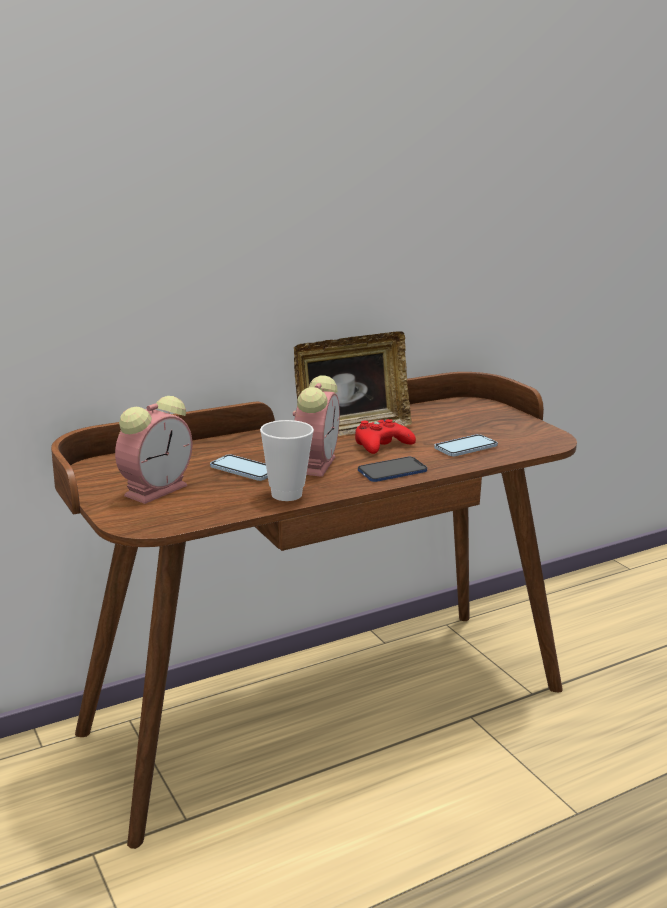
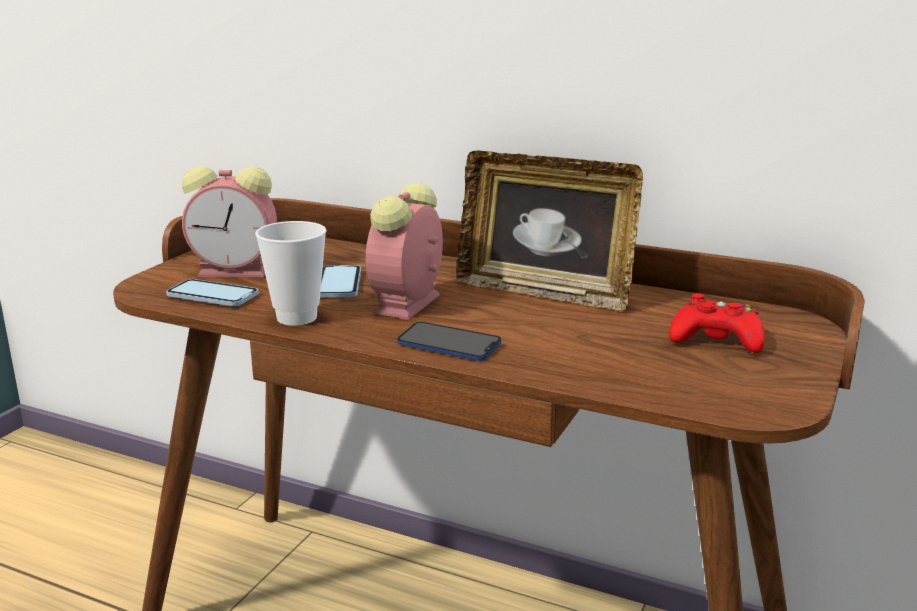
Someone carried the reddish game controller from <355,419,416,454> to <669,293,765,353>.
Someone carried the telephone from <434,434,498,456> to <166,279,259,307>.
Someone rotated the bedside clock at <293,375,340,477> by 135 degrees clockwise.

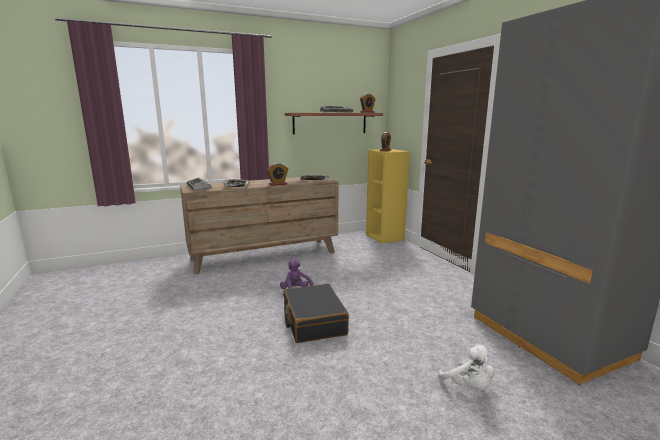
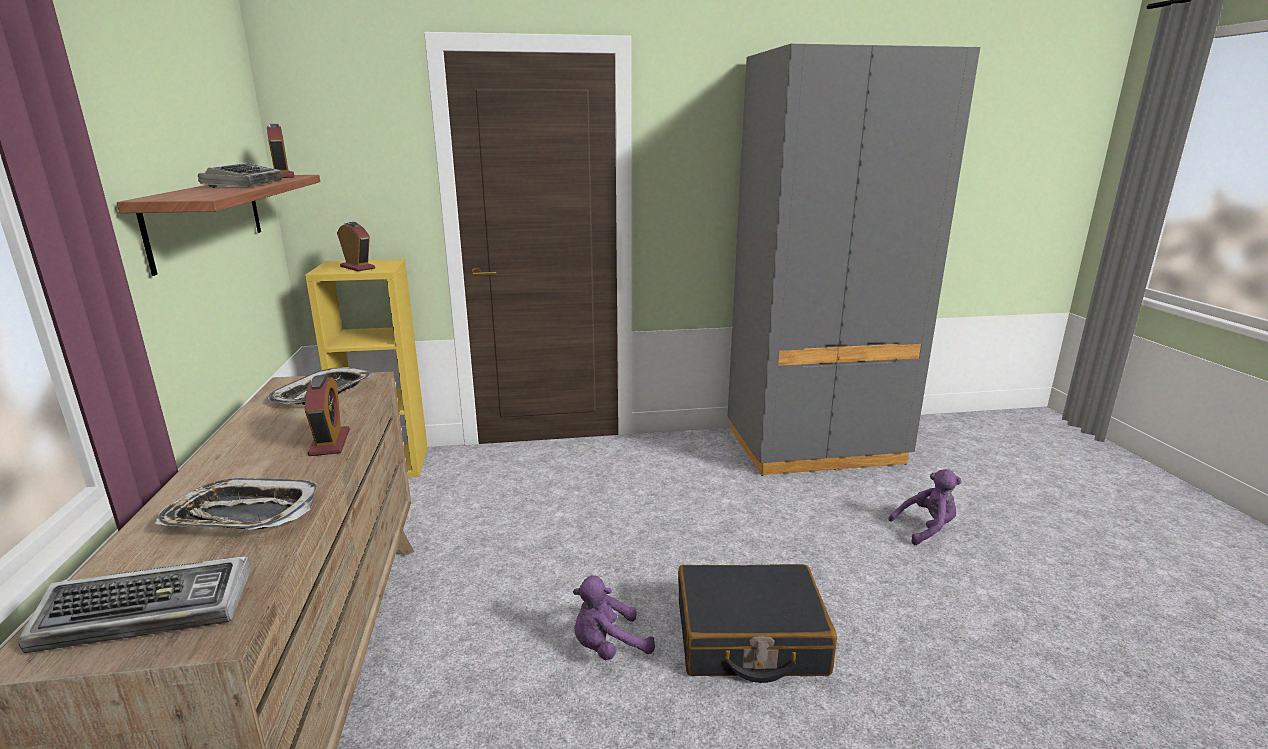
Someone repainted the white plush toy at <438,344,495,390>, which became the purplish plush toy at <888,469,962,545>.

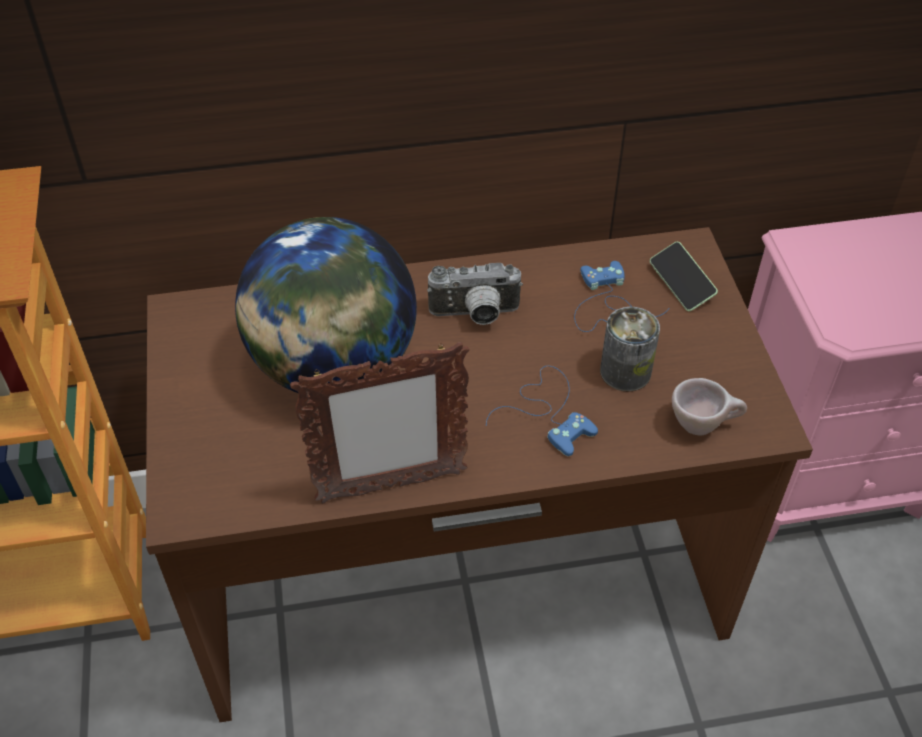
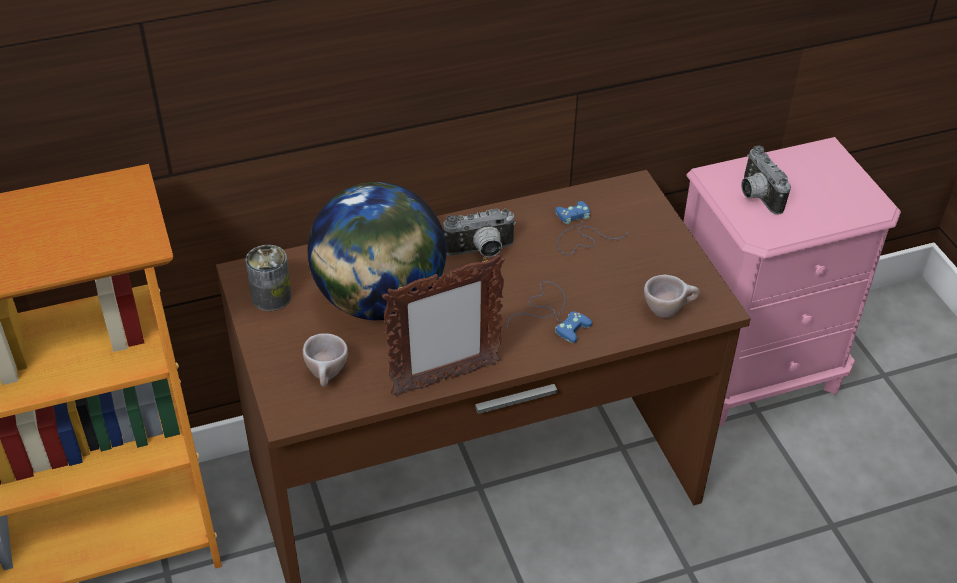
Someone took away the telephone at <650,242,718,311>.
Someone put down the beige drinking cup at <303,334,348,387>.
Someone put down the photo camera at <741,145,791,215>.
Someone carried the metal can from <600,307,660,392> to <246,245,292,311>.

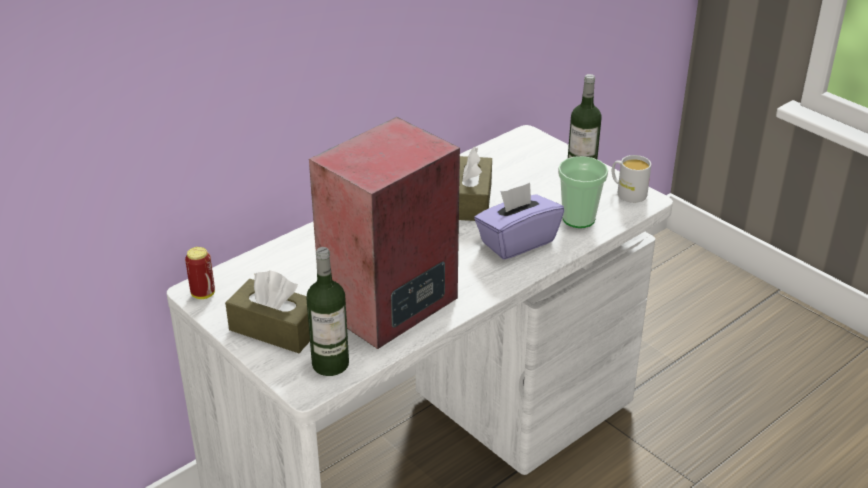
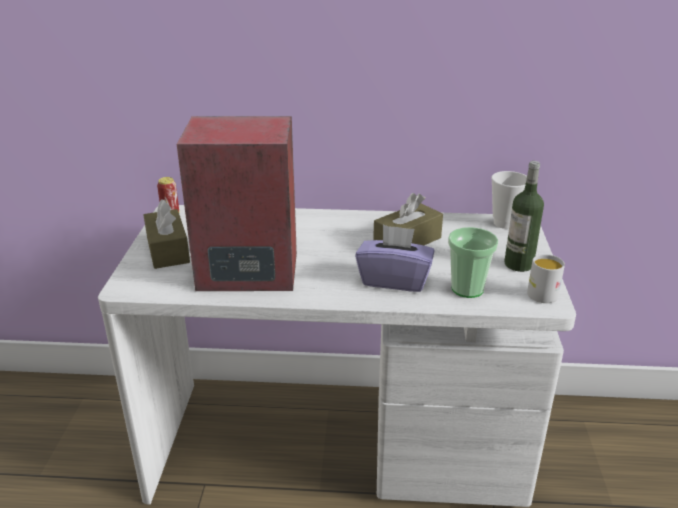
Someone took away the beverage bottle at <306,247,349,376>.
Someone put down the drinking cup at <491,171,527,229>.

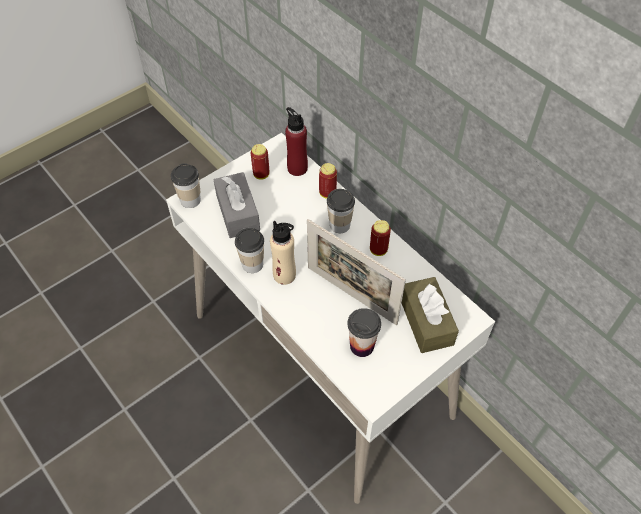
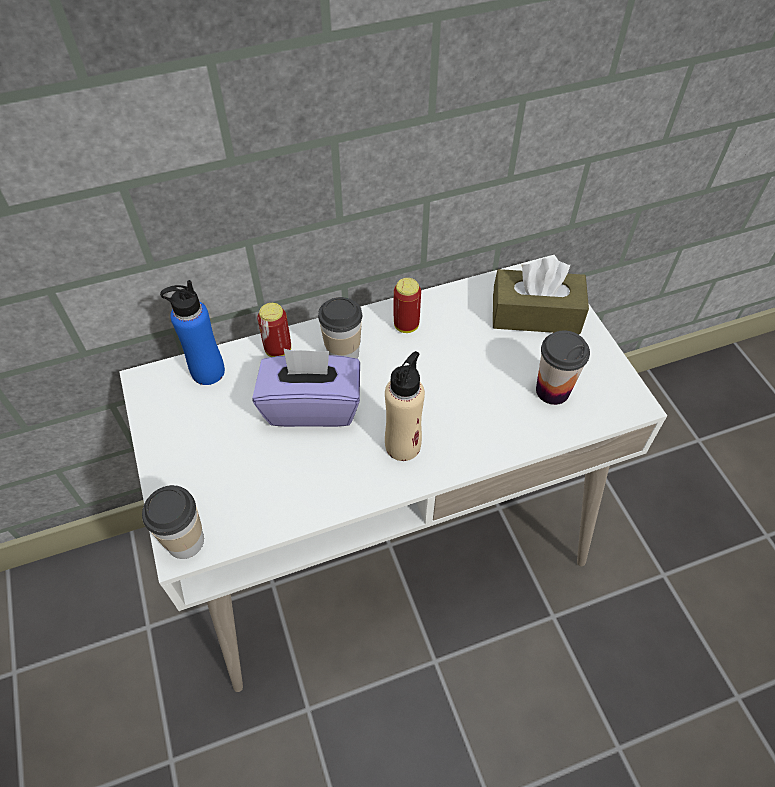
Someone took away the grey box of tissues at <214,172,260,238>.
Someone took away the drinking cup at <235,228,264,273>.
Someone took away the metal can at <251,144,270,180>.
Someone took away the photo frame at <307,219,406,325>.
Someone put down the purplish box of tissues at <252,349,360,427>.
Someone repainted the reddish beverage bottle at <285,107,308,176>, which became the blue-coloured beverage bottle at <160,280,225,385>.

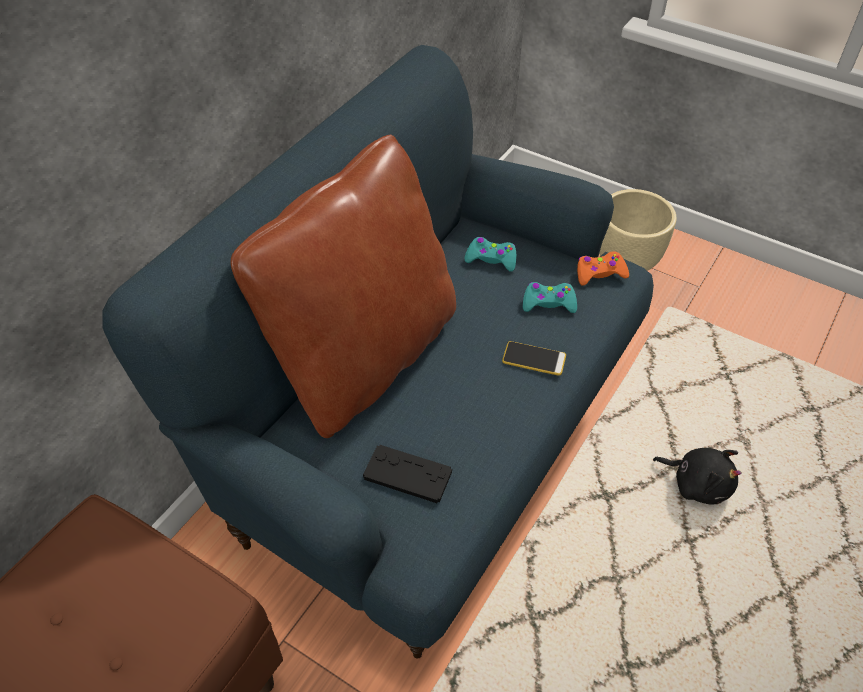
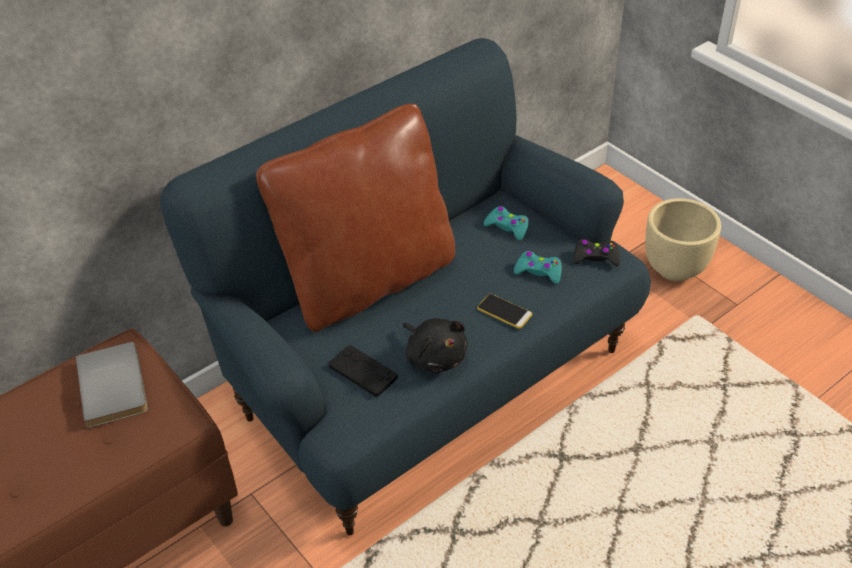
Someone put down the grey volume at <76,342,148,428>.
Someone carried the blackish plush toy from <653,448,742,504> to <403,318,468,373>.
Someone repainted the orange game controller at <577,251,629,286>, which became the blackish game controller at <573,239,620,266>.

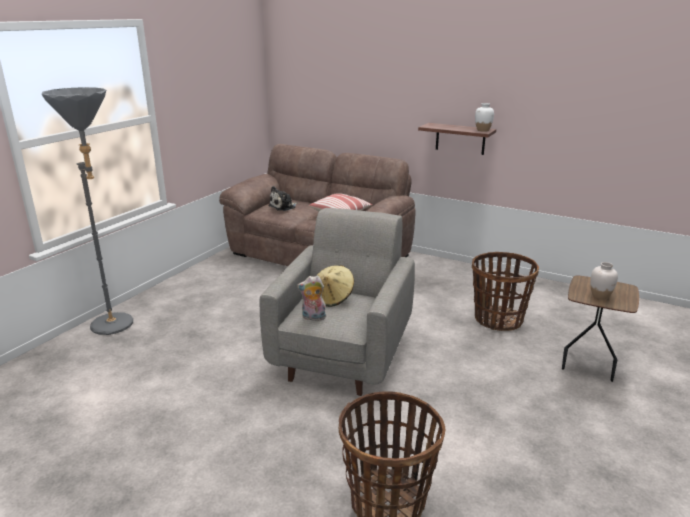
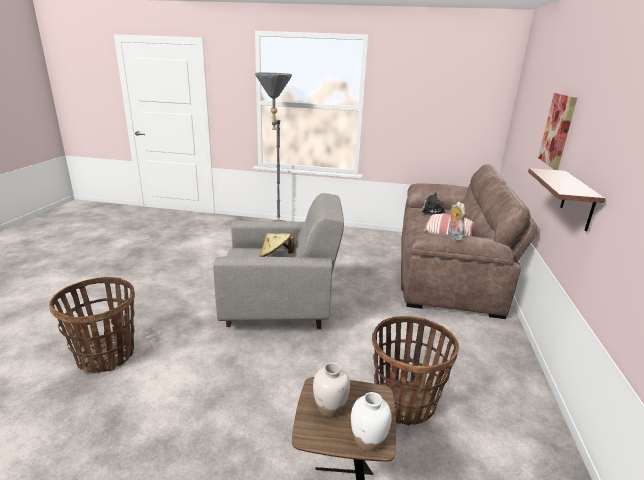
Someone put up the picture at <538,93,577,170>.
Someone carried the plush toy from <297,276,326,321> to <448,202,466,241>.
Someone carried the white vase from <475,103,494,132> to <351,392,392,452>.

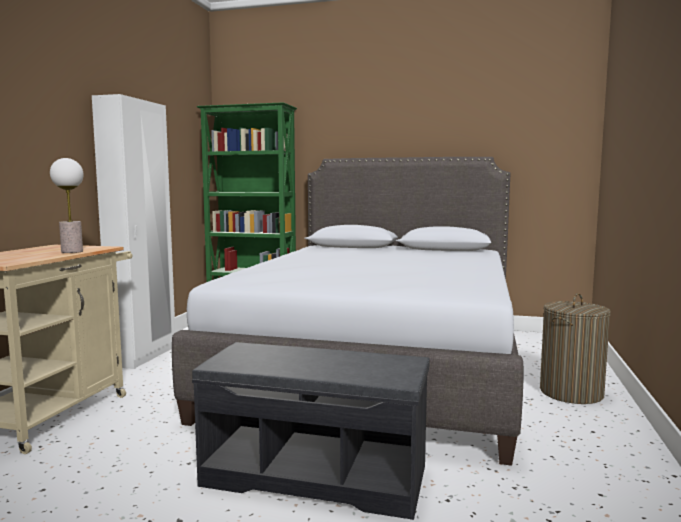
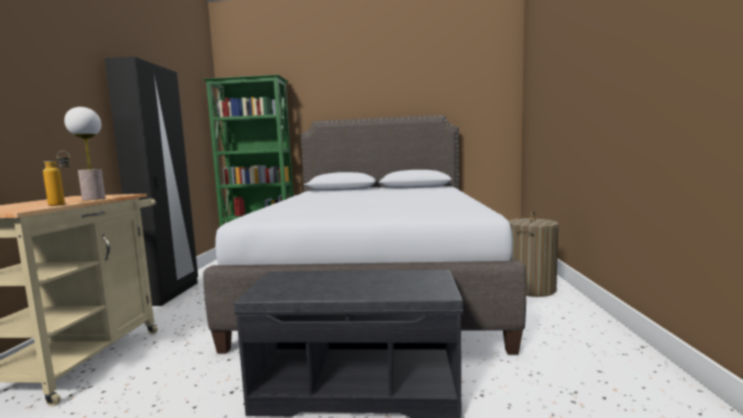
Someone put down the beverage bottle at <43,151,70,206>.
Someone repainted the white wardrobe at <92,94,176,369>, which became the blackish wardrobe at <105,56,198,306>.

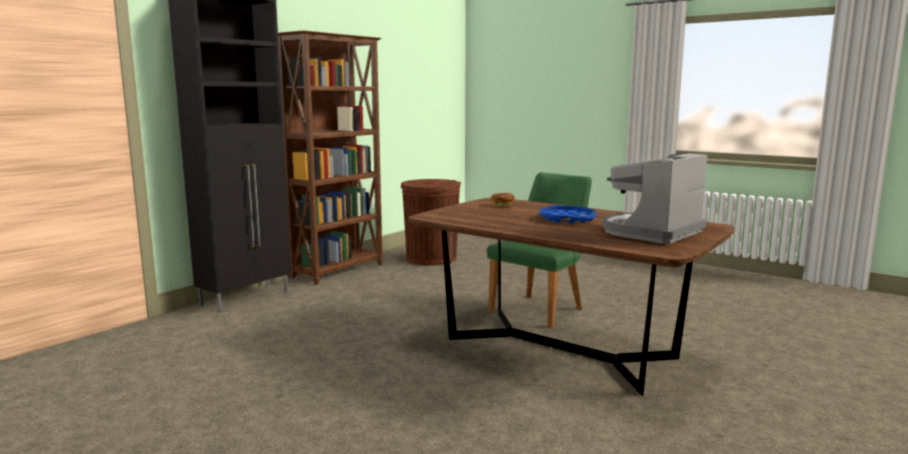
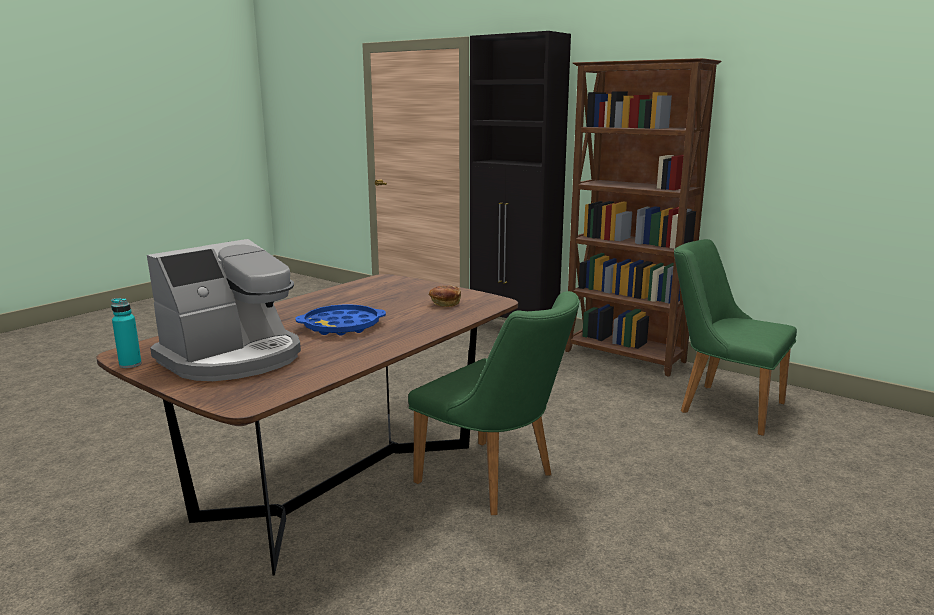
Someone put down the blue-green beverage bottle at <111,298,142,368>.
Someone swapped the brown waste bin at <401,179,461,266> for the greenish chair at <674,239,797,436>.
Someone rotated the coffee machine at <602,152,708,244> by 90 degrees clockwise.

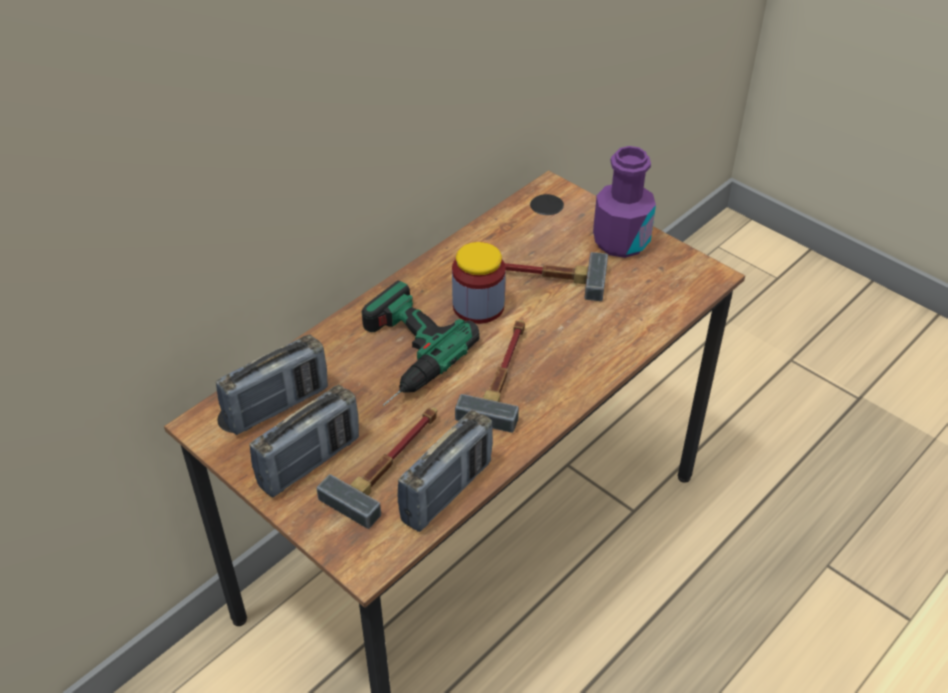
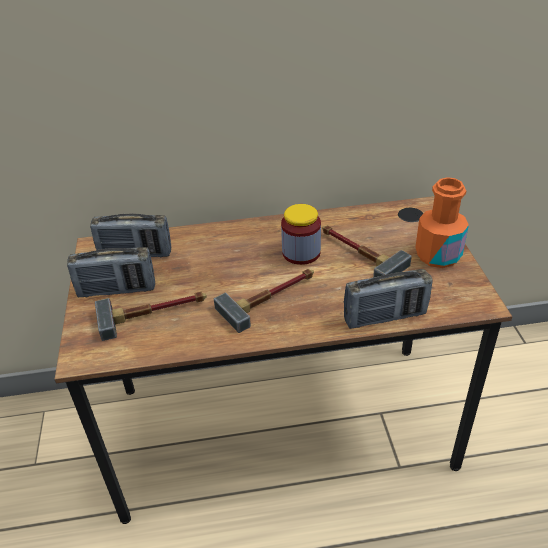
Someone took away the power drill at <362,280,480,406>.
Someone carried the radio from <397,410,493,532> to <344,269,433,329>.
Someone repainted the purplish beverage bottle at <593,146,656,258>, which became the orange beverage bottle at <415,177,469,268>.

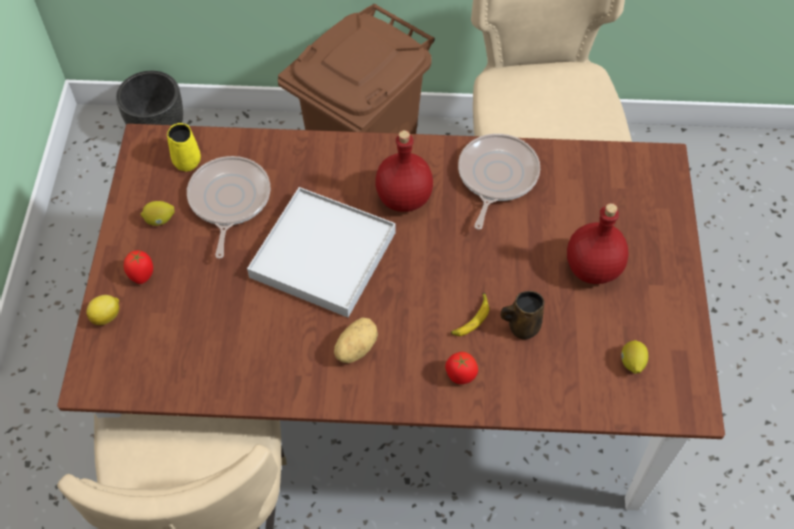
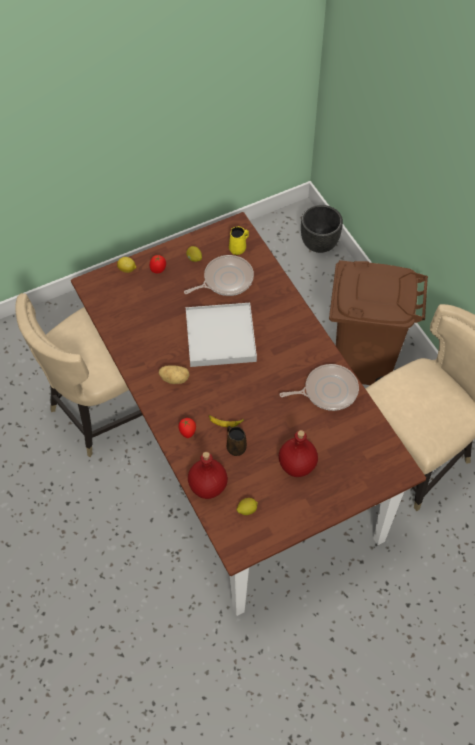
Someone carried the reddish beverage bottle from <375,130,433,212> to <188,452,228,499>.

